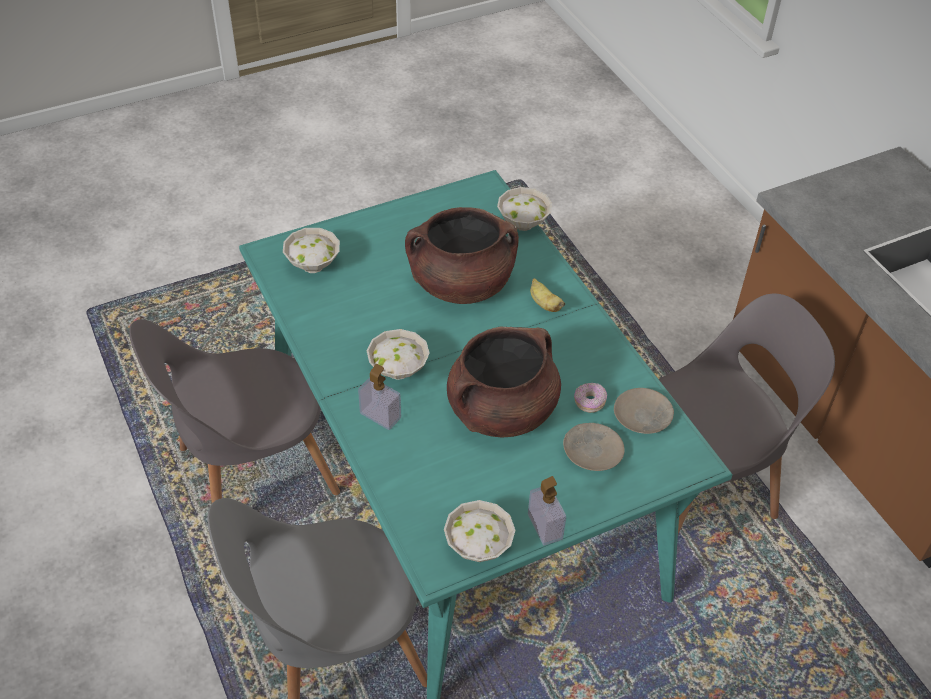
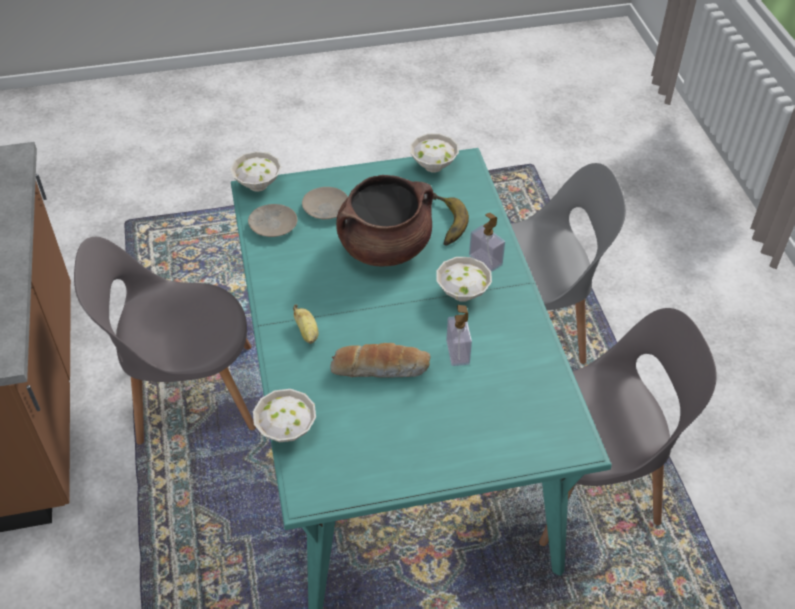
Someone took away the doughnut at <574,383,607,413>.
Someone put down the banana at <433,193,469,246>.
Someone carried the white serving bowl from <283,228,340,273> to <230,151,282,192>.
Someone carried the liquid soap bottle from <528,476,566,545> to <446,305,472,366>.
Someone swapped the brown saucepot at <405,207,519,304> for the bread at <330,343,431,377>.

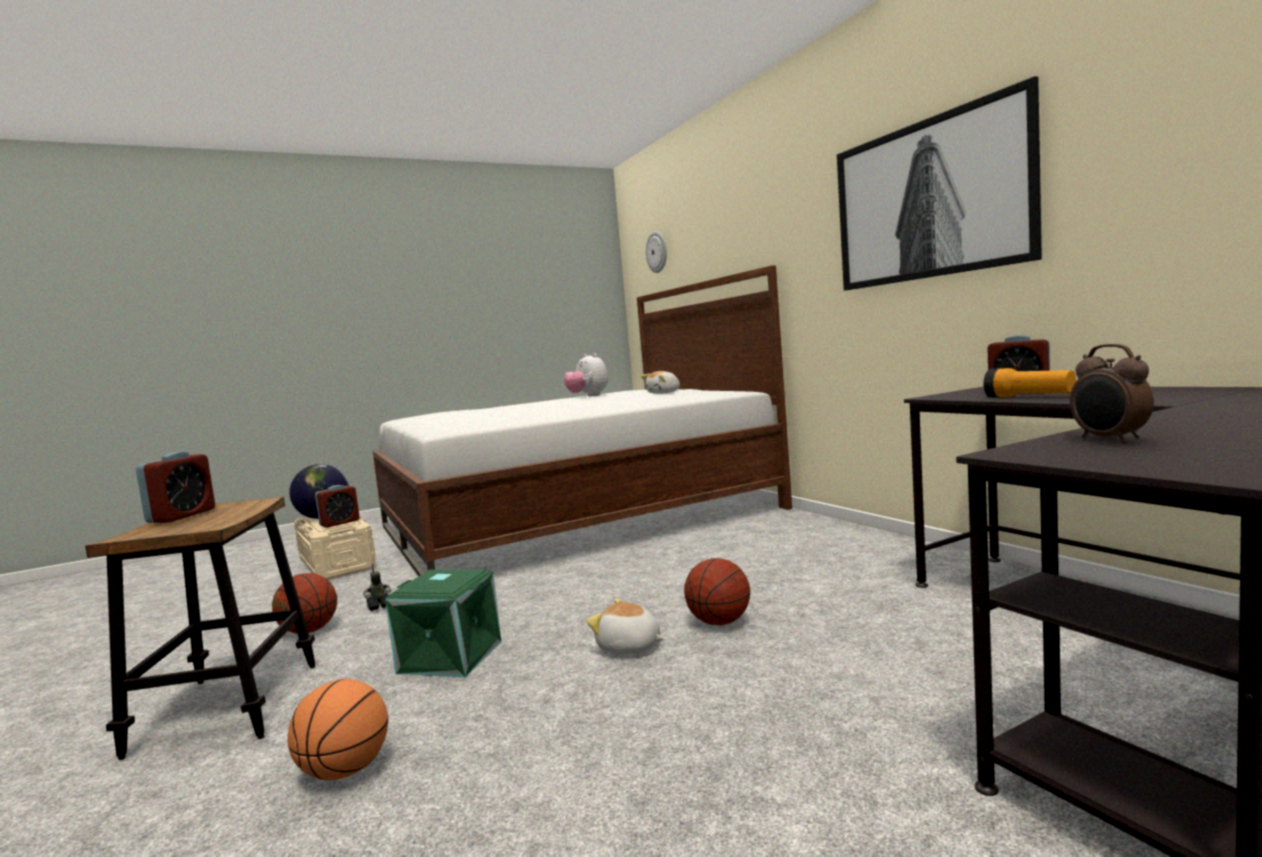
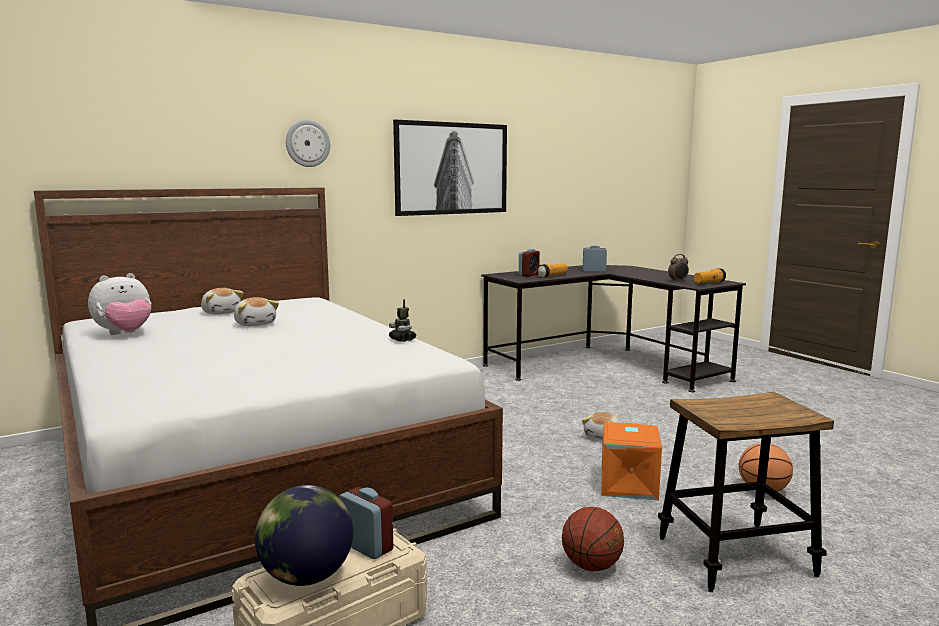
Someone took away the basketball ball at <684,558,750,625>.
Someone put down the plush toy at <234,297,279,326>.
Someone put down the torch at <694,268,726,283>.
Someone carried the bedside clock from <136,452,215,523> to <583,245,607,272>.
Someone carried the robot figure from <363,564,391,611> to <389,299,416,342>.
Someone carried the wall clock from <646,231,667,273> to <286,120,330,167>.
Someone repainted the greenish storage bin at <385,570,501,677>, which became the orange storage bin at <601,422,662,501>.

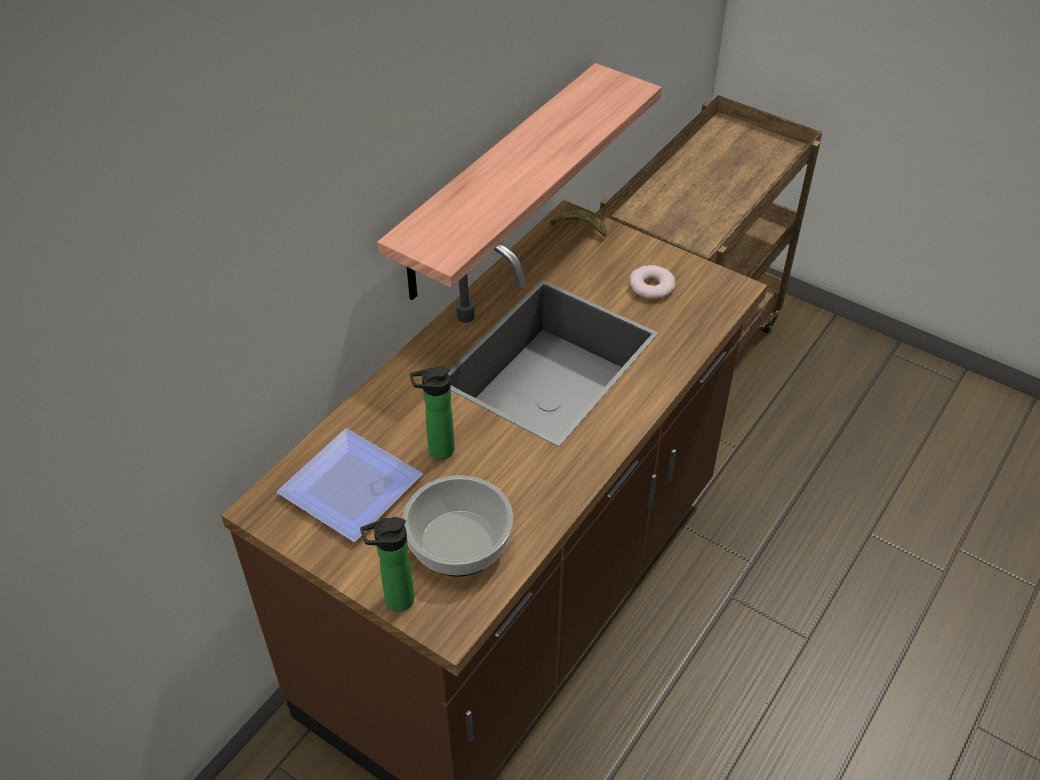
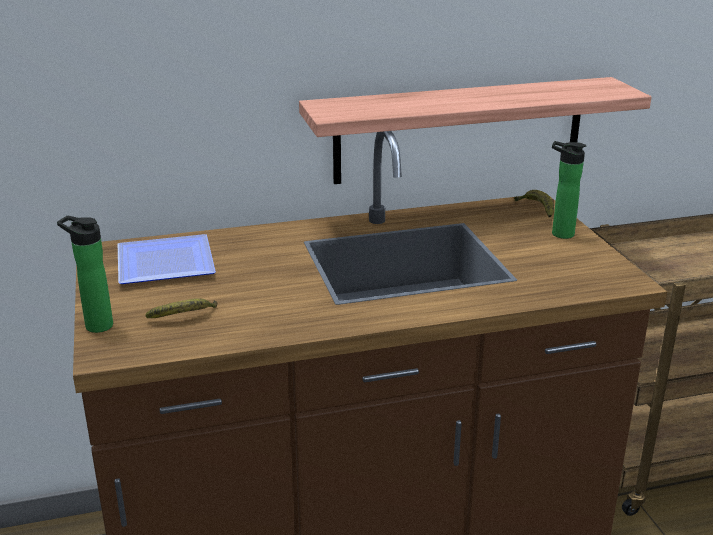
Someone took away the doughnut at <629,265,675,299>.
Someone carried the beverage bottle from <410,366,455,459> to <552,141,587,239>.
Someone swapped the serving bowl at <402,475,513,577> for the banana at <145,298,217,318>.

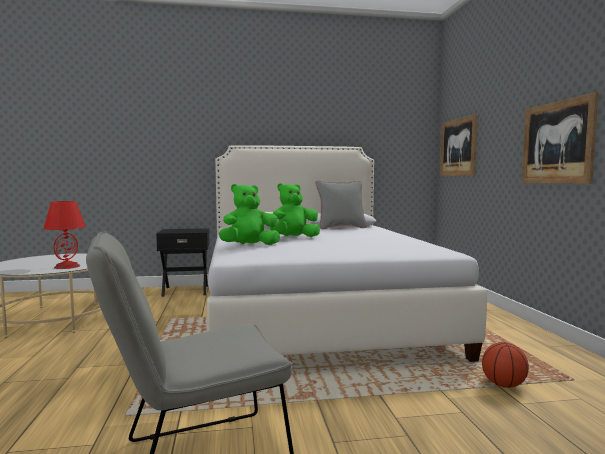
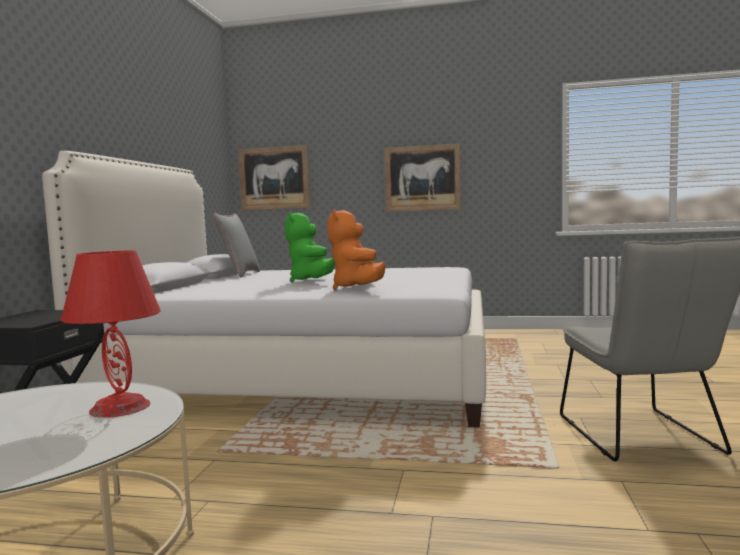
Someone took away the basketball ball at <482,342,529,388>.
Someone repainted the greenish plush toy at <219,184,280,245>, which became the orange plush toy at <327,209,385,290>.

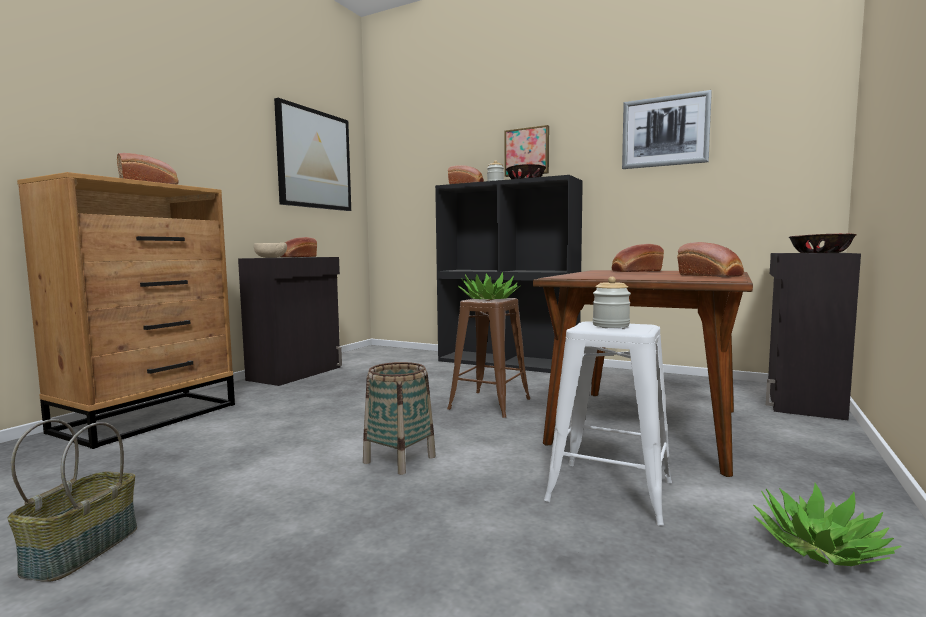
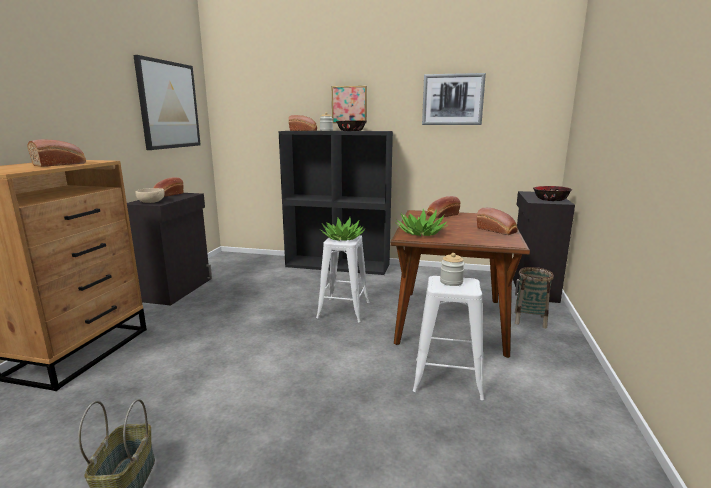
Someone carried the basket from <363,362,436,475> to <515,267,554,329>.
Someone carried the houseplant from <753,483,902,566> to <395,209,448,236>.
Someone repainted the brown stool at <447,298,530,418>, which became the white stool at <316,235,369,323>.

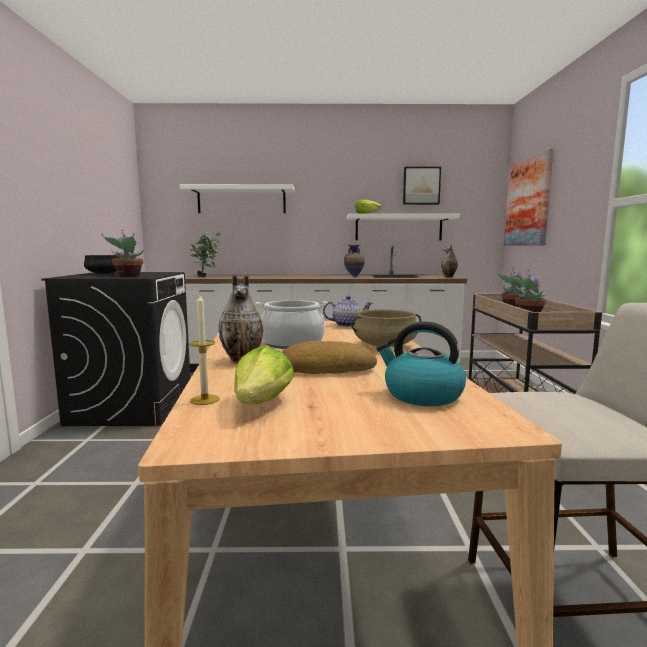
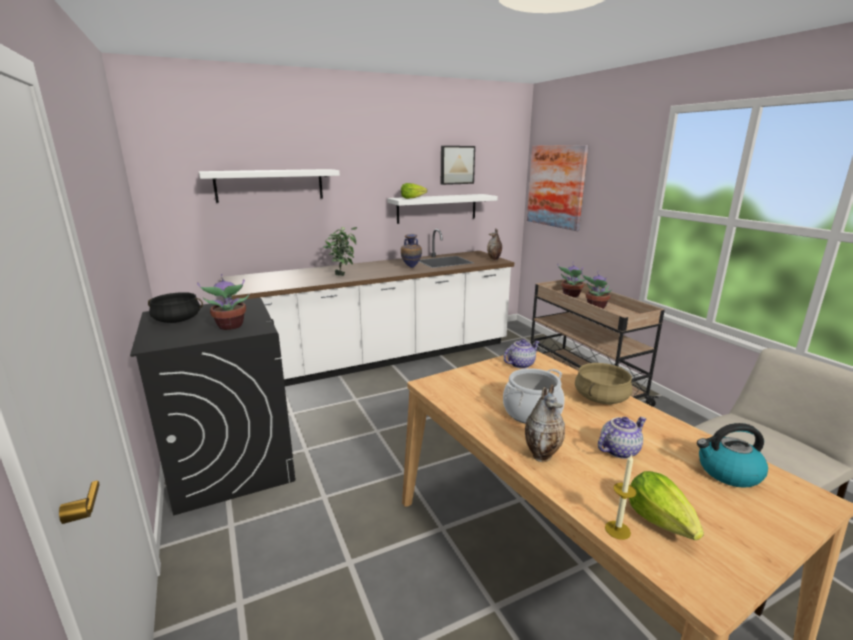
Someone carried the houseplant from <190,232,220,277> to <323,227,358,276>.
Someone swapped the bread at <282,341,377,374> for the pot for tea at <598,417,646,459>.

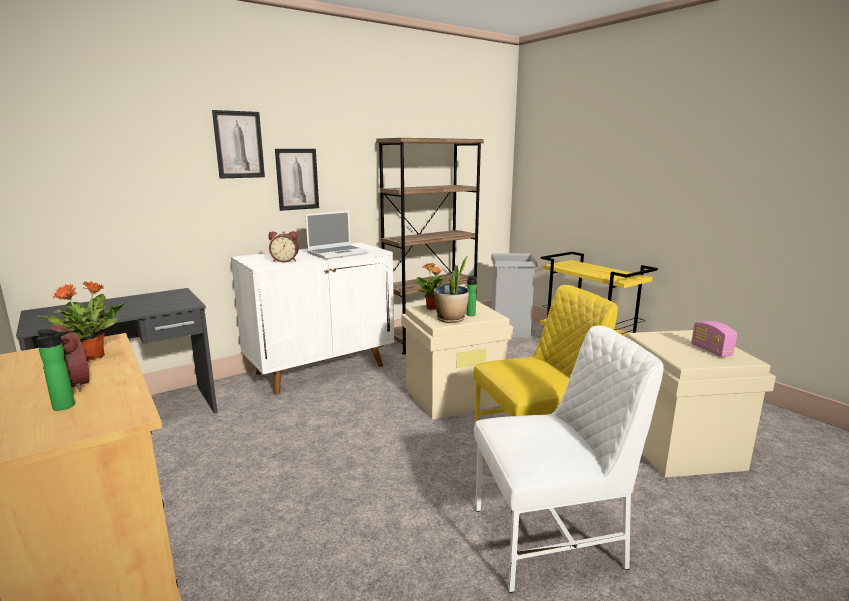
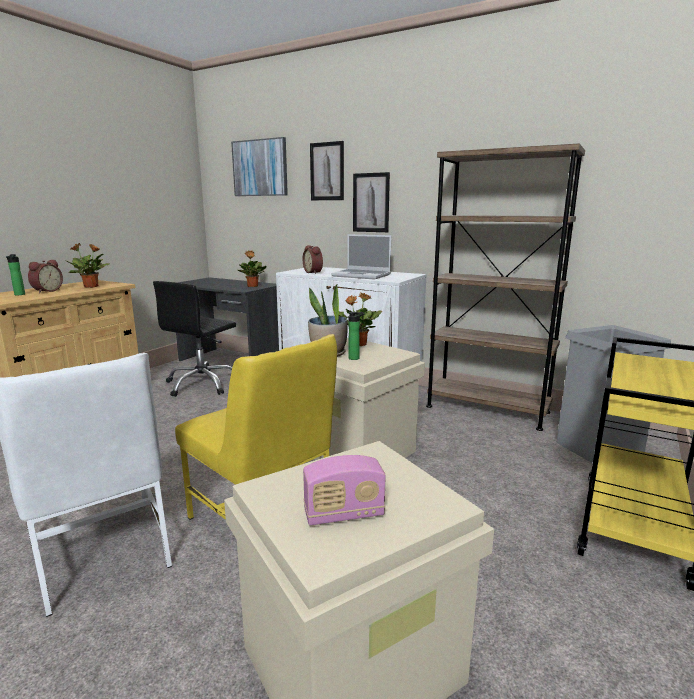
Someone put down the blackish desk chair at <153,281,236,397>.
Someone put up the picture at <231,137,288,196>.
Someone put down the houseplant at <238,251,266,287>.
Someone rotated the radio at <691,321,737,357> by 150 degrees counterclockwise.

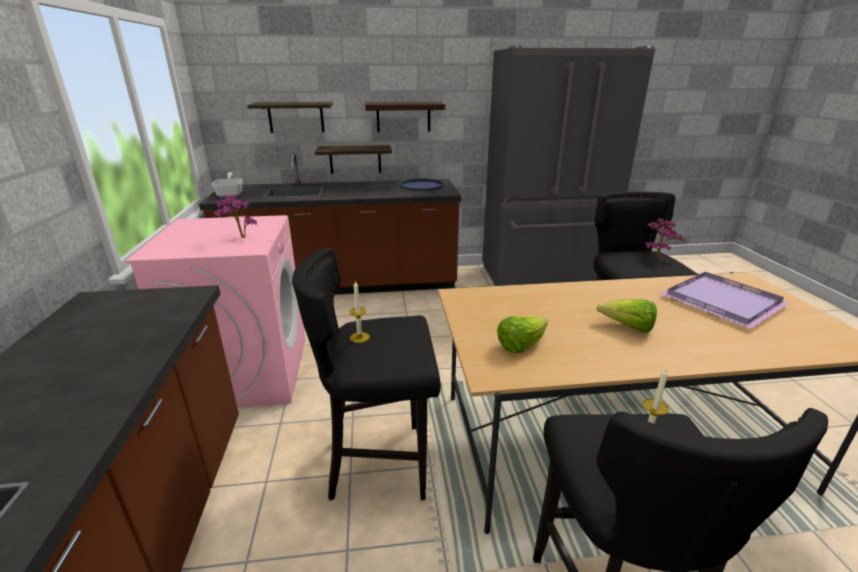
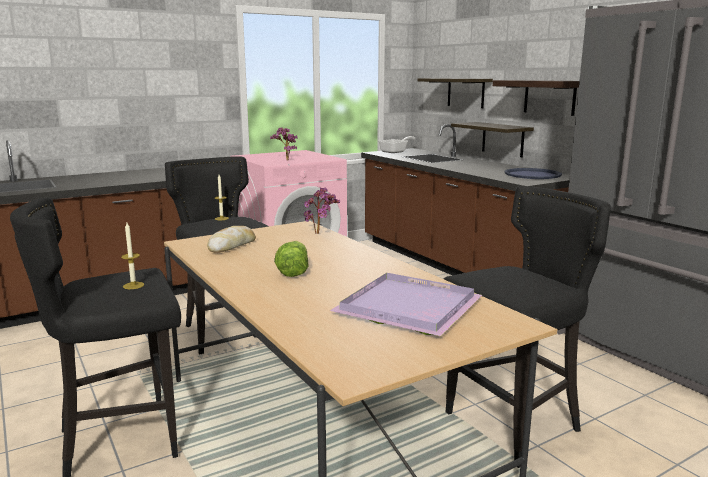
Someone carried the houseplant from <645,217,684,258> to <304,188,340,234>.
Someone swapped the lettuce head at <497,316,548,353> for the bread at <207,226,256,253>.

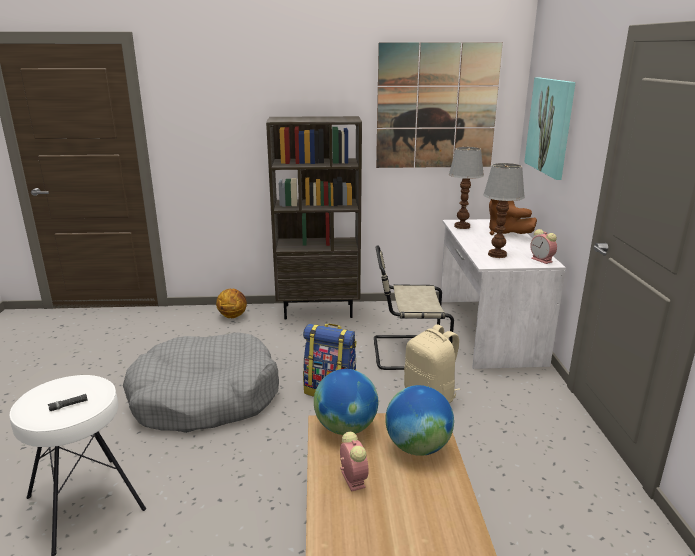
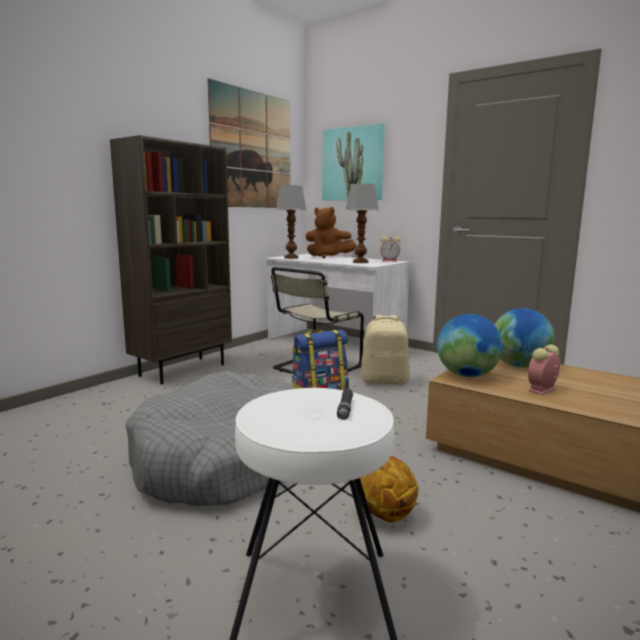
Someone carried the basketball ball from <216,289,247,318> to <360,456,418,523>.
Someone rotated the bedside clock at <340,432,369,492> by 60 degrees counterclockwise.

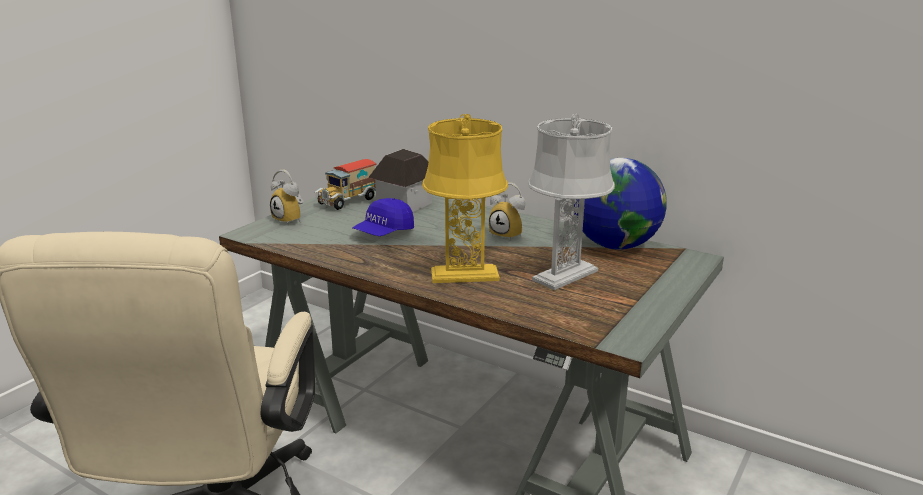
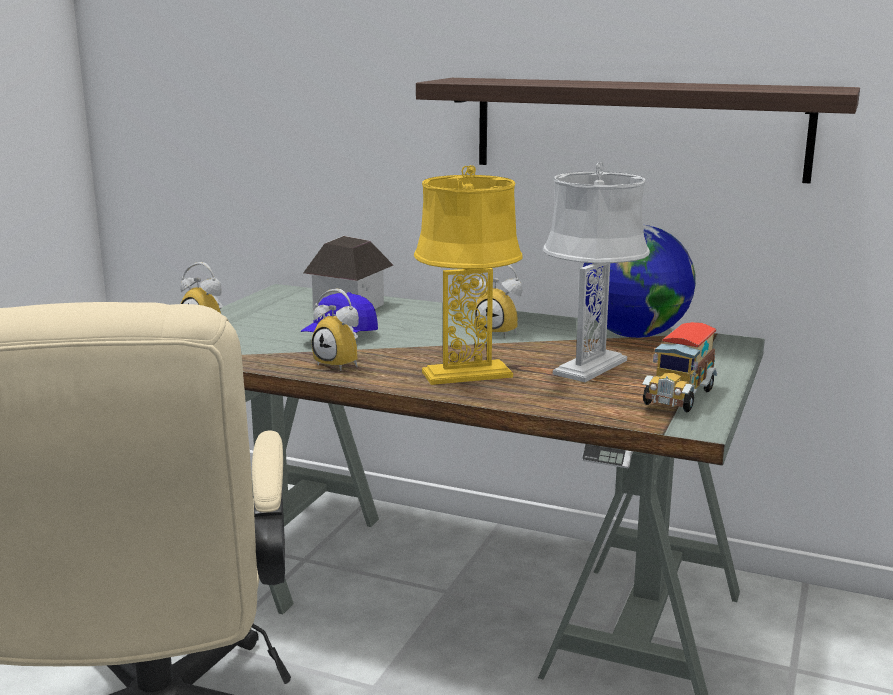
Someone put down the bedside clock at <312,289,359,371>.
Someone put up the wall shelf at <416,78,860,183>.
Someone carried the toy truck from <315,159,376,210> to <642,322,718,413>.

